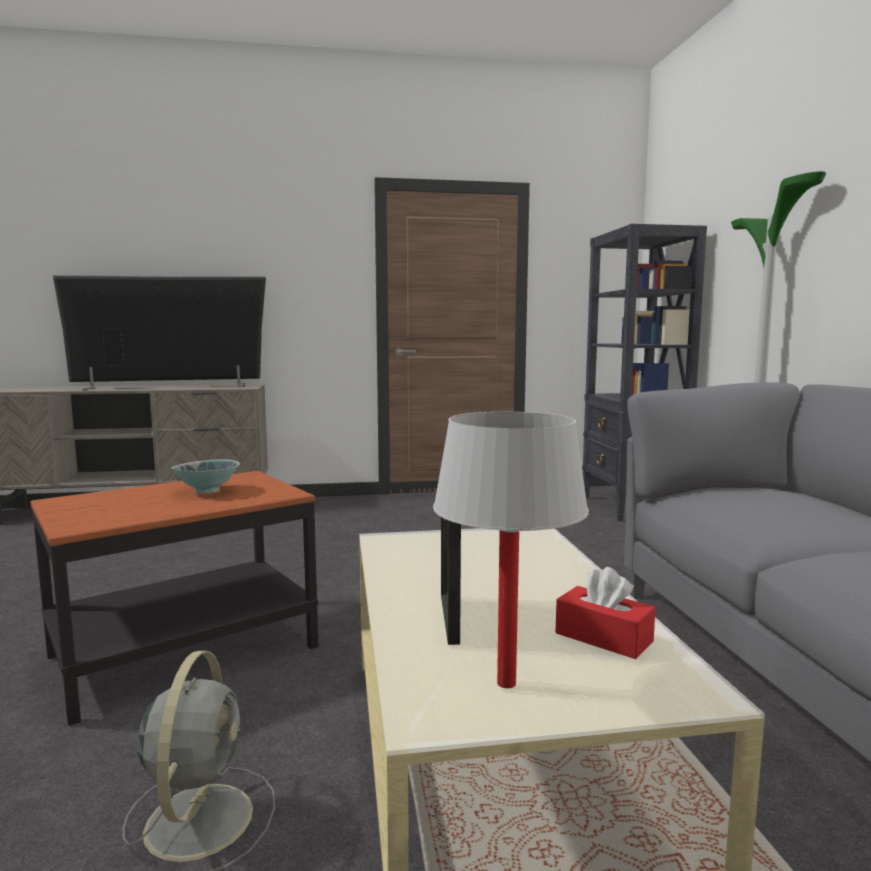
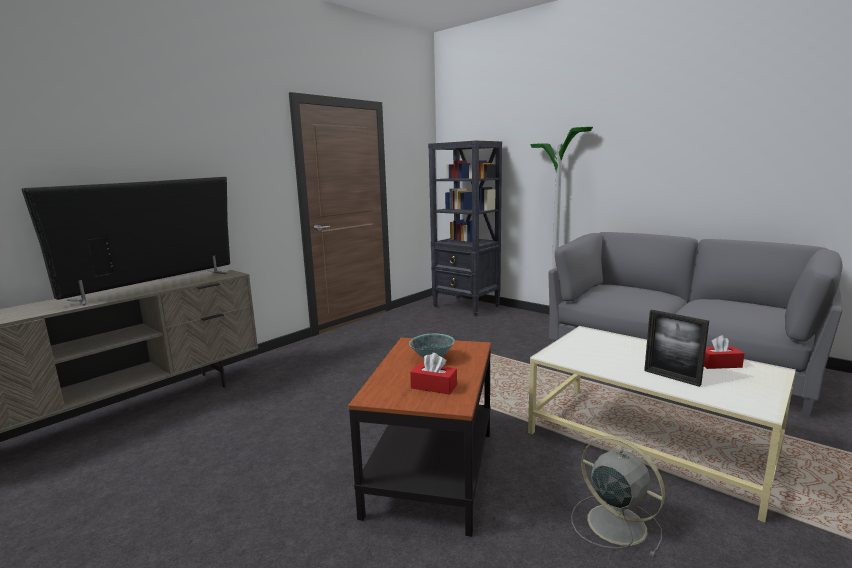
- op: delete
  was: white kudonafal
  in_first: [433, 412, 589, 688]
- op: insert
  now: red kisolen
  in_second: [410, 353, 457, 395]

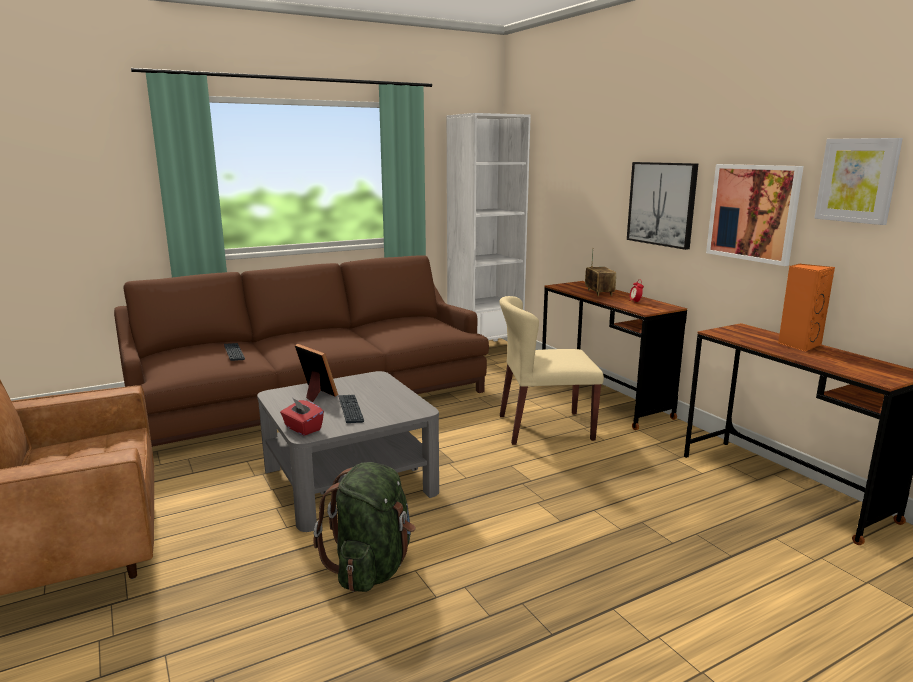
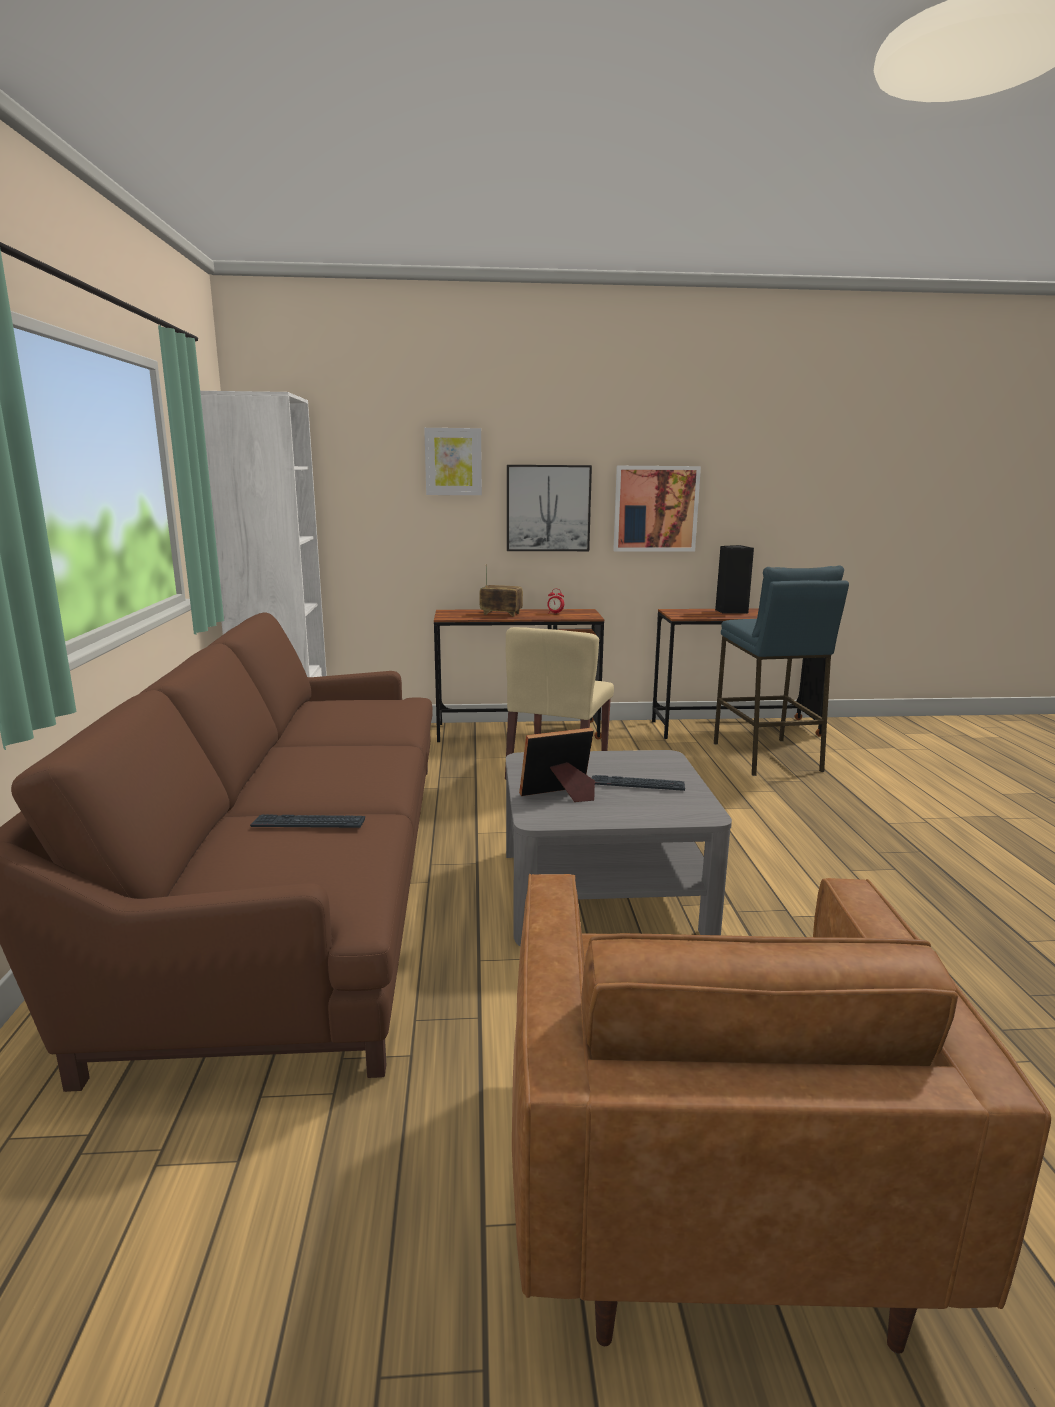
- op: move
  was: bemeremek
  in_first: [815, 138, 903, 225]
  in_second: [424, 428, 482, 495]
- op: recolor
  was: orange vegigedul
  now: black vegigedul
  in_first: [778, 264, 835, 352]
  in_second: [715, 545, 754, 614]
- op: delete
  was: red kisolen
  in_first: [280, 398, 324, 436]
- op: delete
  was: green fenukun
  in_first: [313, 462, 415, 592]
- op: insert
  now: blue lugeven
  in_second: [714, 566, 849, 776]

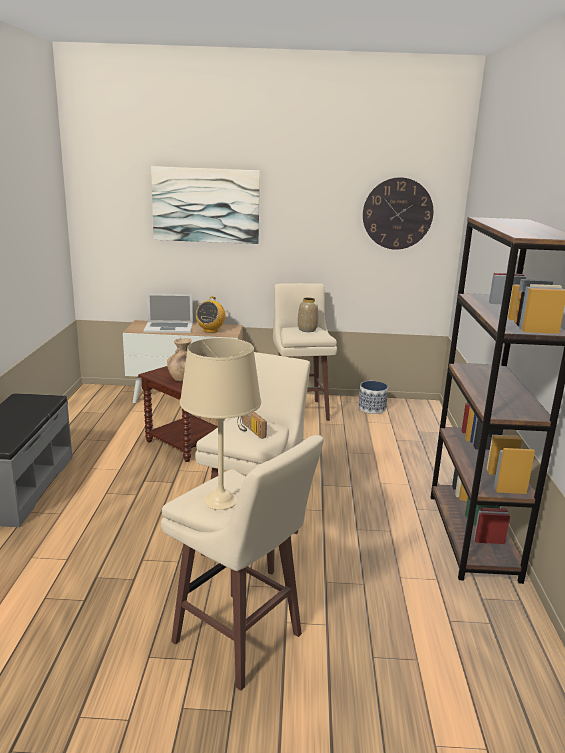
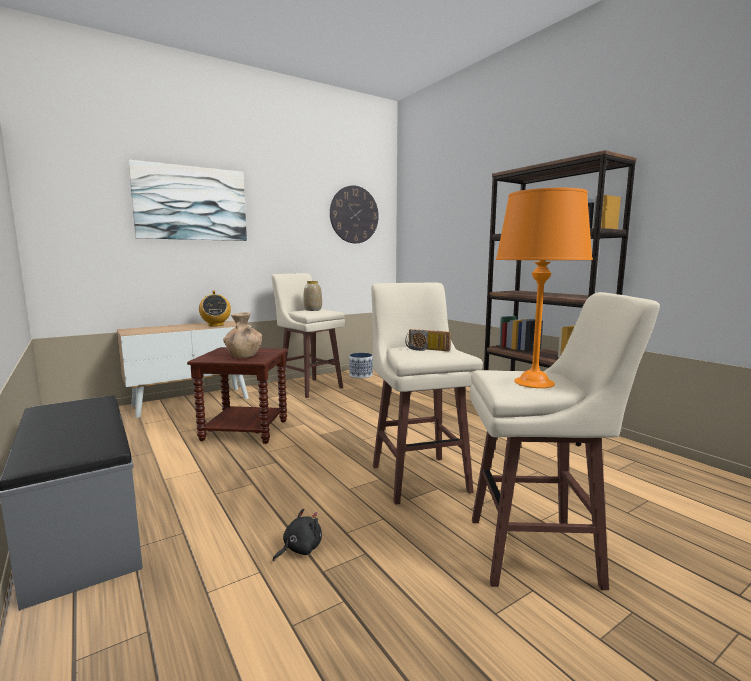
- op: delete
  was: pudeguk
  in_first: [144, 294, 193, 333]
- op: recolor
  was: beige kudonafal
  now: orange kudonafal
  in_first: [180, 338, 261, 510]
  in_second: [496, 188, 593, 388]
- op: insert
  now: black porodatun
  in_second: [273, 509, 322, 561]

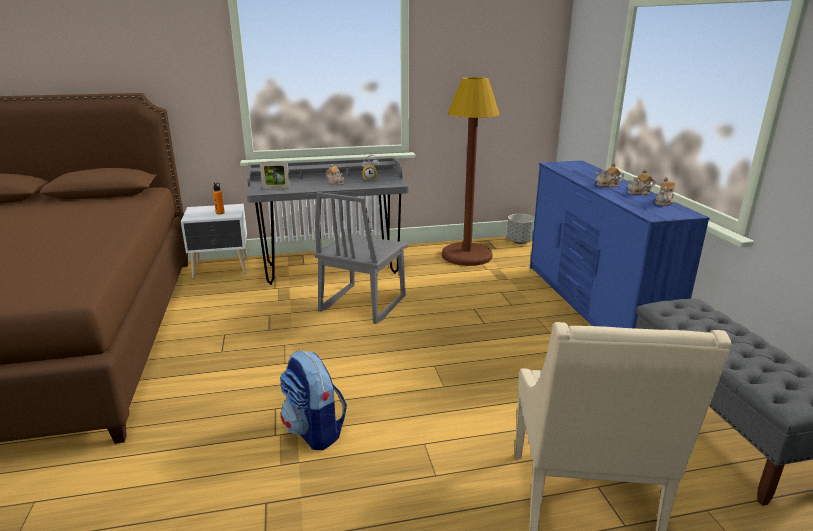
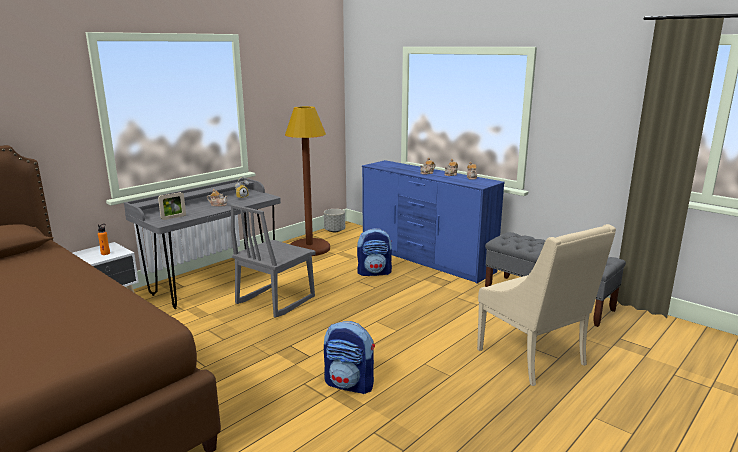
- op: rotate
  was: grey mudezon
  in_first: [315, 192, 408, 324]
  in_second: [231, 204, 316, 318]
  clockwise: 45
- op: insert
  now: fenukun
  in_second: [357, 228, 392, 276]

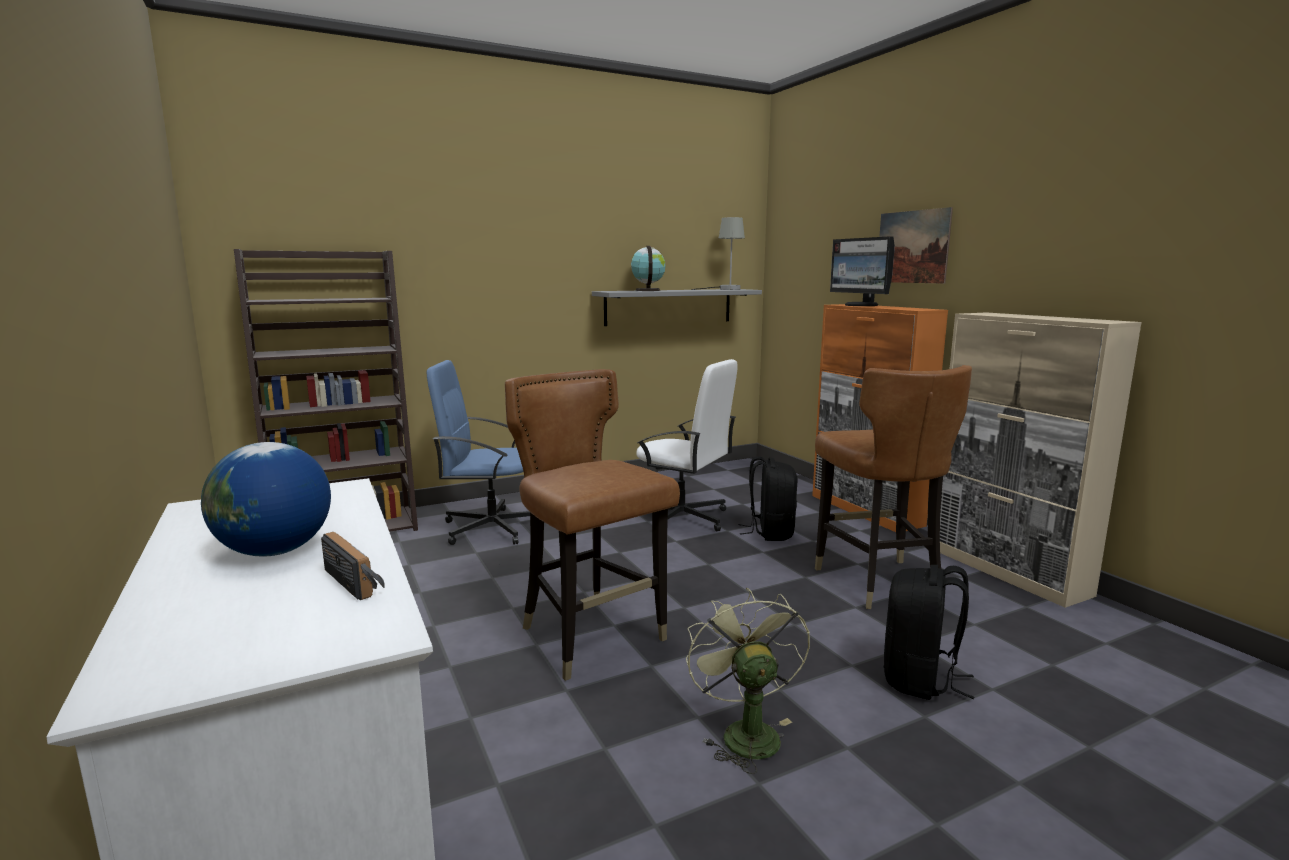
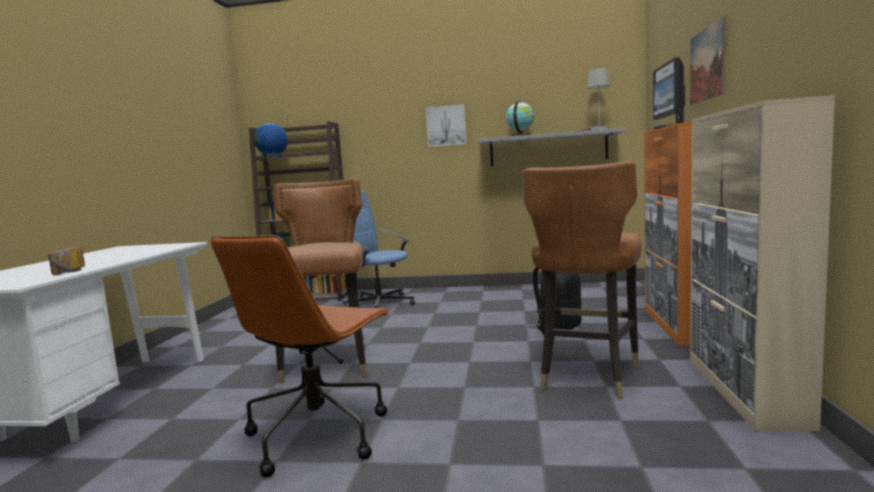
- op: delete
  was: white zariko
  in_first: [636, 359, 738, 531]
- op: move
  was: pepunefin
  in_first: [201, 442, 331, 557]
  in_second: [254, 123, 288, 156]
- op: delete
  was: black fenukun
  in_first: [884, 565, 974, 700]
- op: replace
  was: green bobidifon
  now: brown zariko
  in_first: [686, 588, 810, 774]
  in_second: [211, 235, 390, 477]
- op: insert
  now: bemeremek
  in_second: [426, 104, 467, 147]

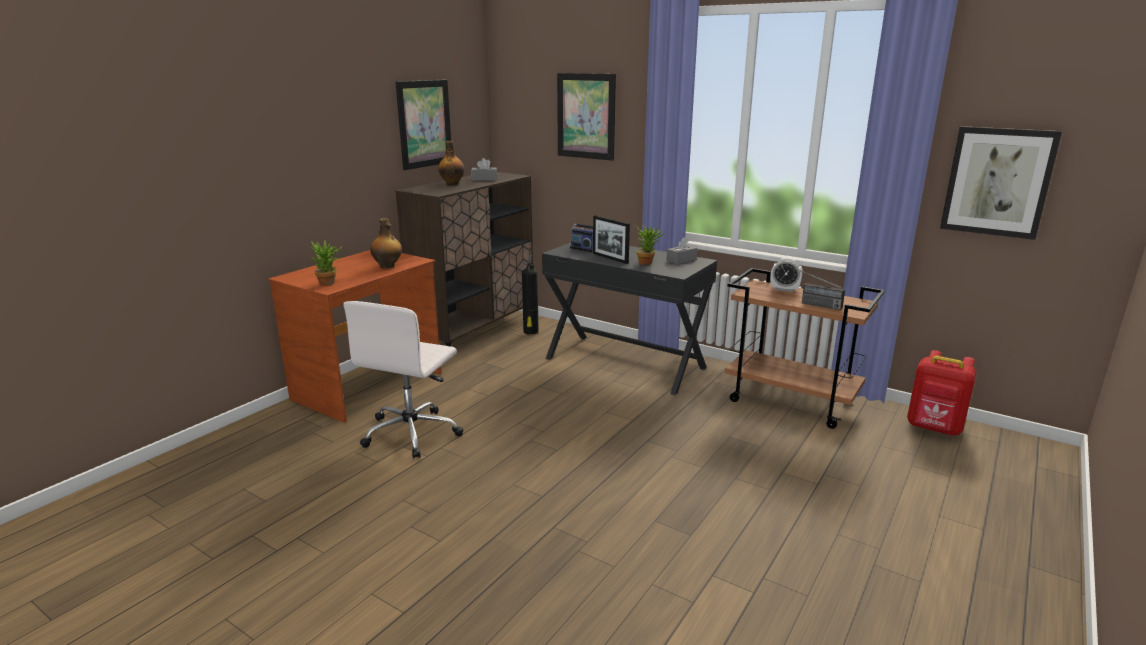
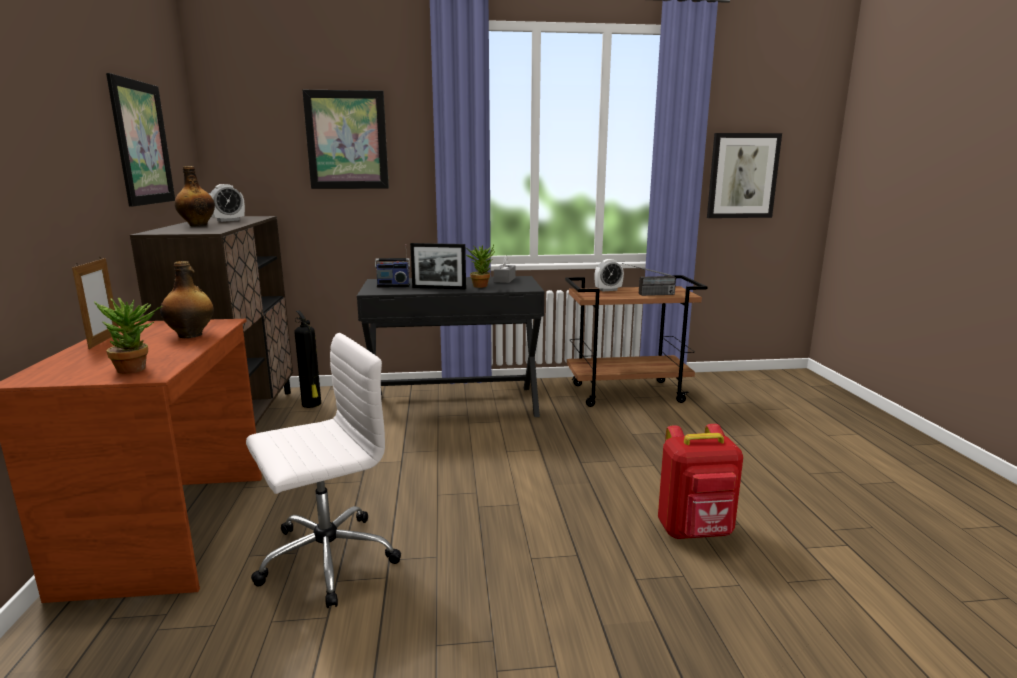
- op: replace
  was: grey kisolen
  now: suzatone
  in_first: [471, 158, 497, 181]
  in_second: [209, 184, 245, 222]
- op: rotate
  was: white zariko
  in_first: [343, 301, 463, 458]
  in_second: [246, 333, 401, 608]
  clockwise: -105
- op: move
  was: red fenukun
  in_first: [907, 350, 976, 436]
  in_second: [658, 424, 743, 539]
- op: insert
  now: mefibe
  in_second: [72, 257, 120, 349]

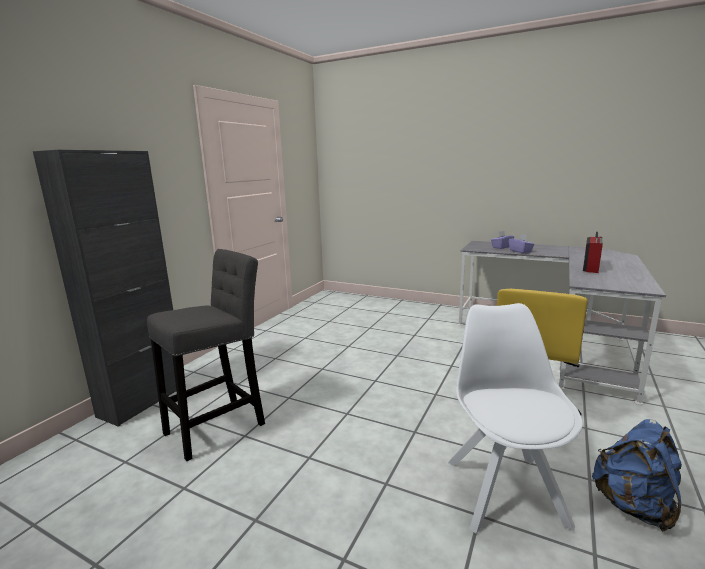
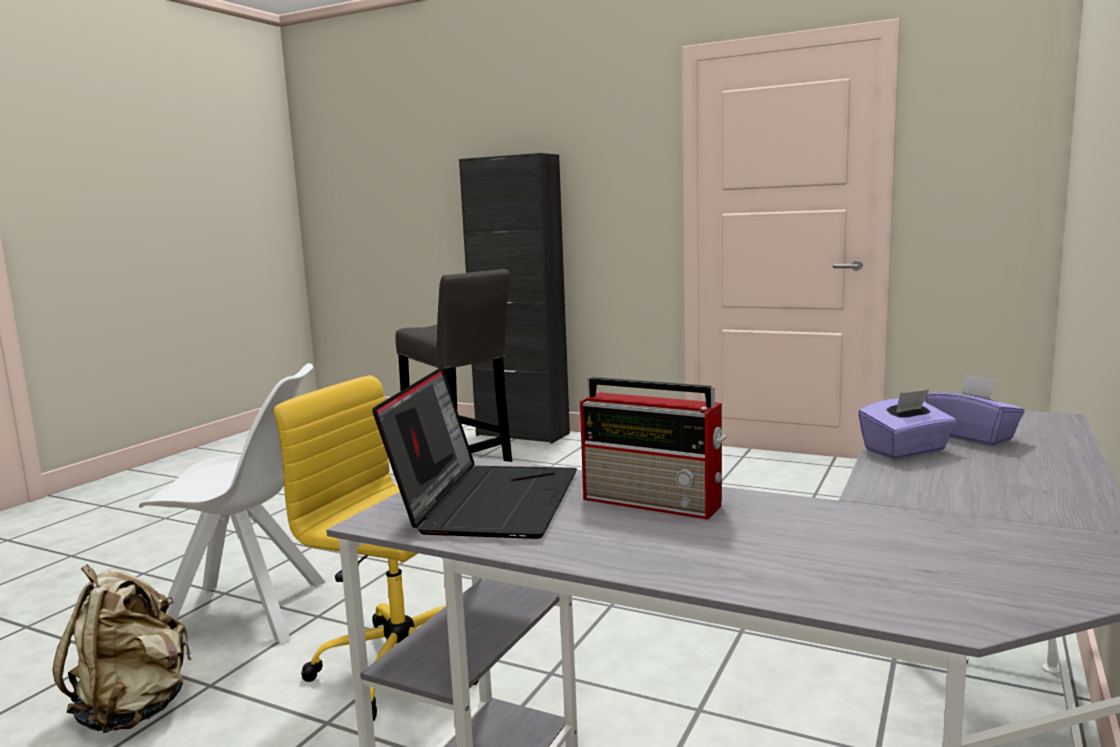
- op: recolor
  was: blue fenukun
  now: beige fenukun
  in_first: [592, 419, 682, 532]
  in_second: [52, 564, 191, 733]
- op: insert
  now: pudeguk
  in_second: [372, 367, 577, 539]

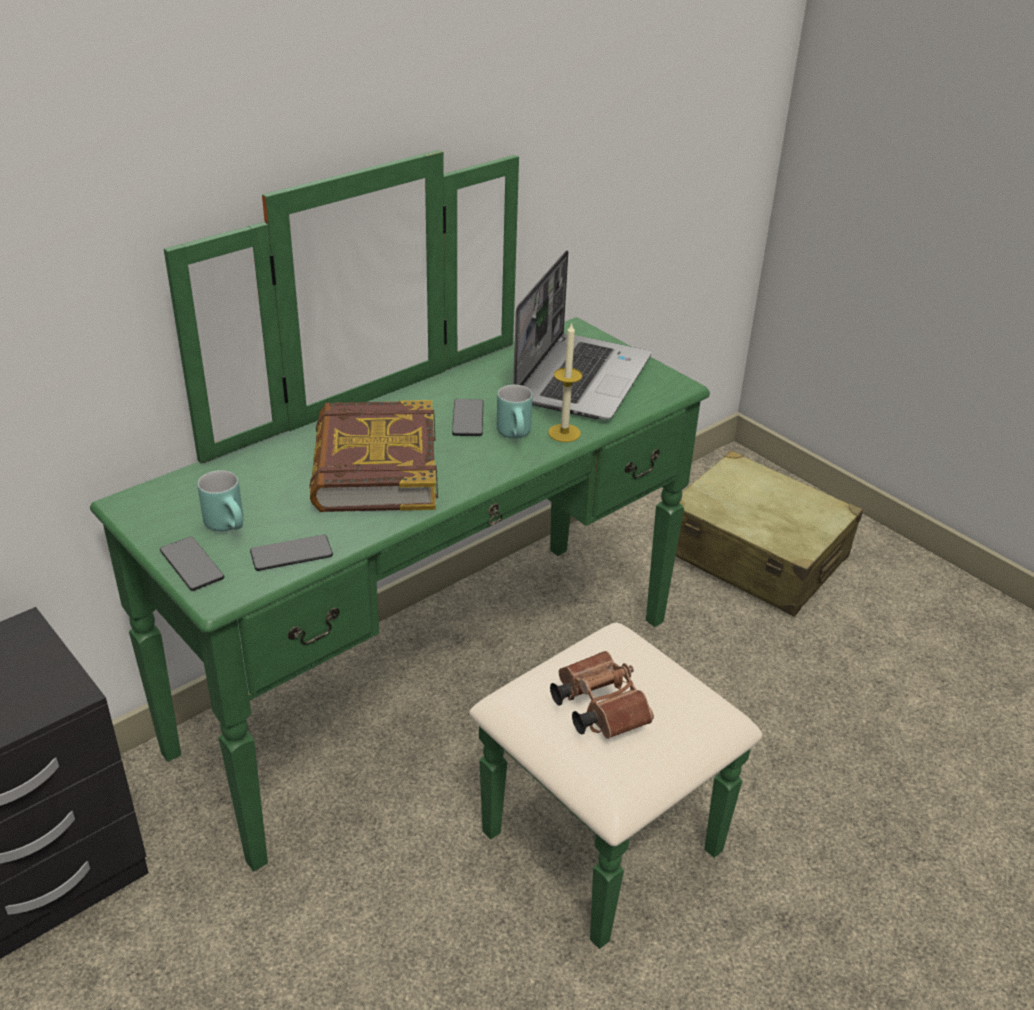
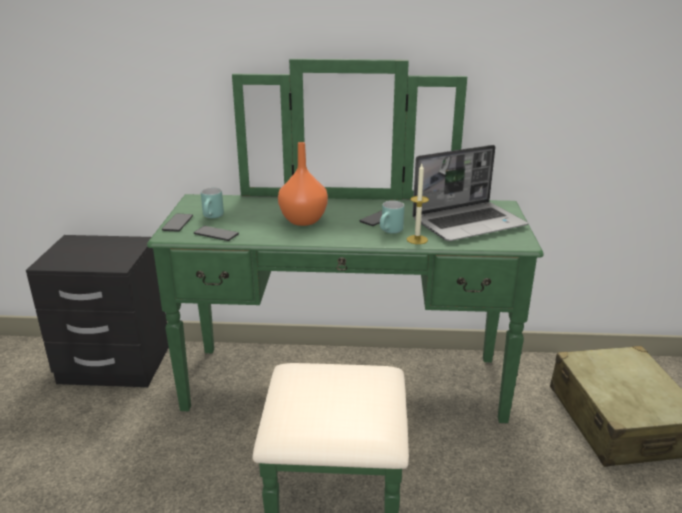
- op: replace
  was: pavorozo
  now: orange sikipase
  in_first: [310, 400, 438, 512]
  in_second: [278, 142, 328, 226]
- op: delete
  was: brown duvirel
  in_first: [550, 651, 654, 739]

